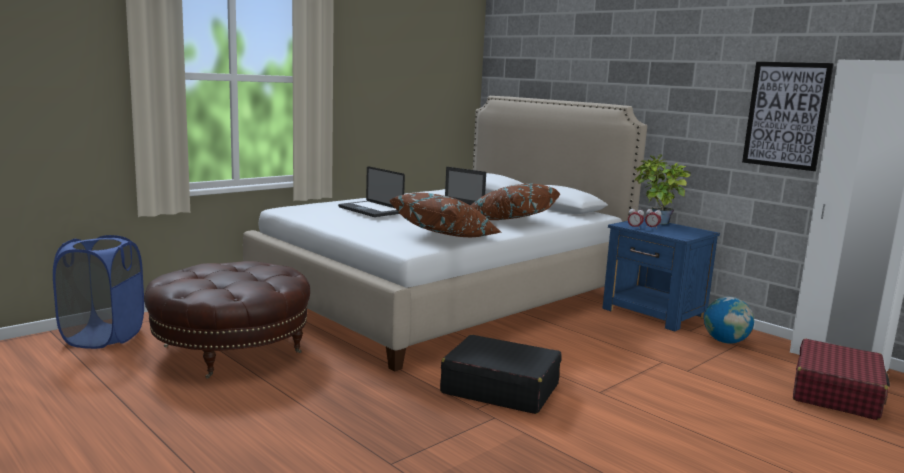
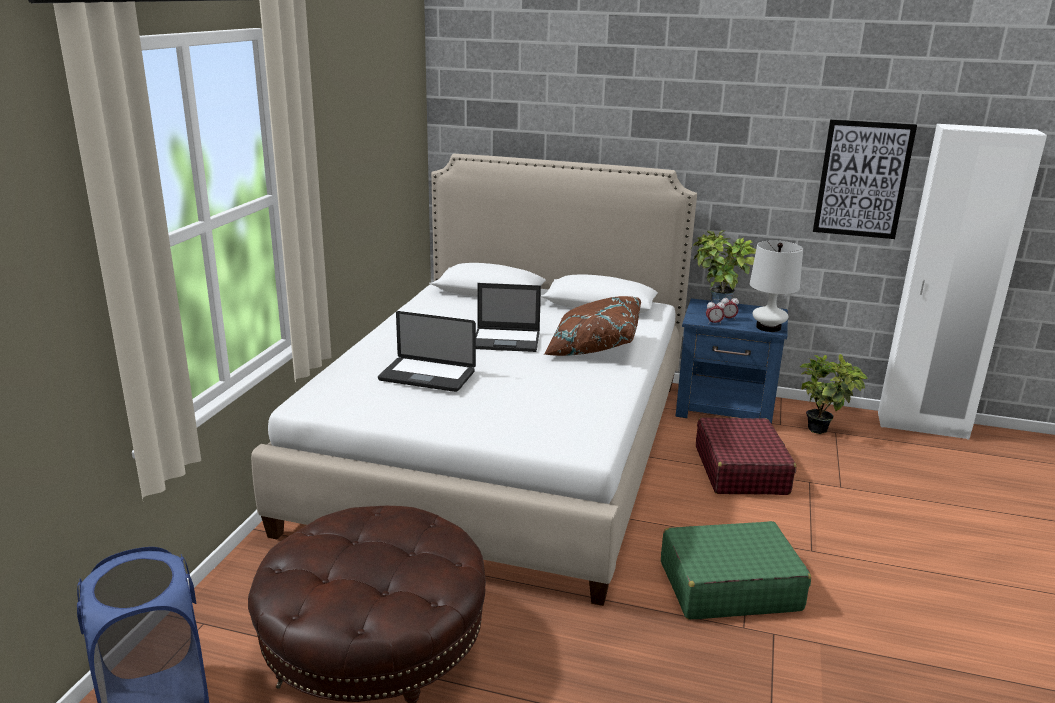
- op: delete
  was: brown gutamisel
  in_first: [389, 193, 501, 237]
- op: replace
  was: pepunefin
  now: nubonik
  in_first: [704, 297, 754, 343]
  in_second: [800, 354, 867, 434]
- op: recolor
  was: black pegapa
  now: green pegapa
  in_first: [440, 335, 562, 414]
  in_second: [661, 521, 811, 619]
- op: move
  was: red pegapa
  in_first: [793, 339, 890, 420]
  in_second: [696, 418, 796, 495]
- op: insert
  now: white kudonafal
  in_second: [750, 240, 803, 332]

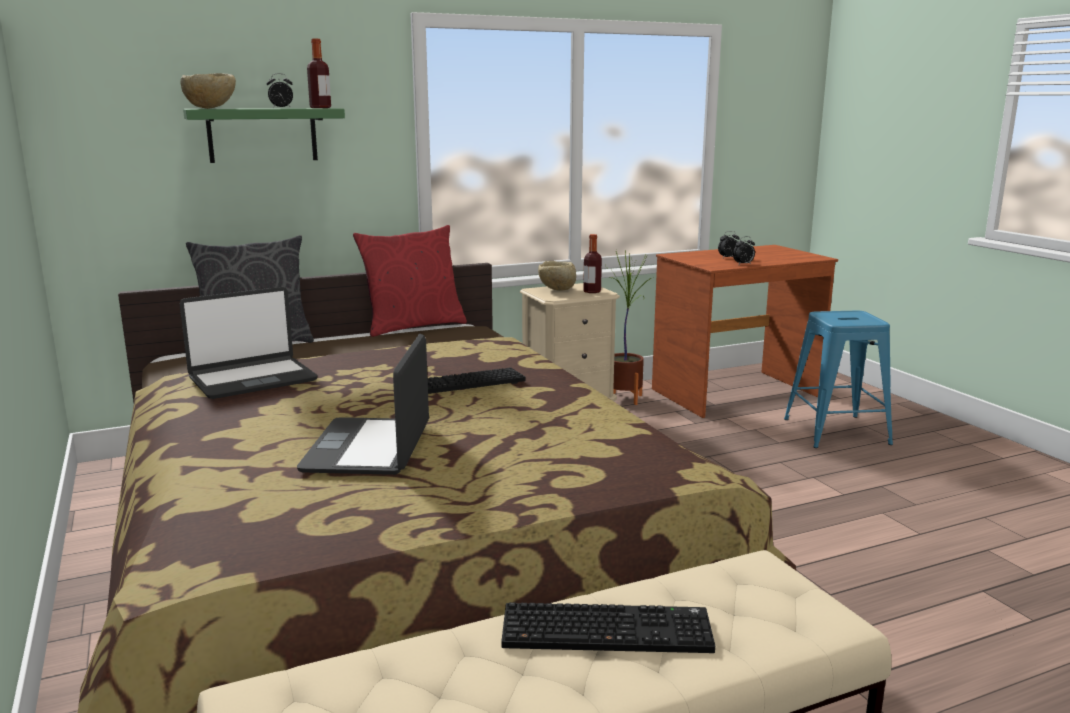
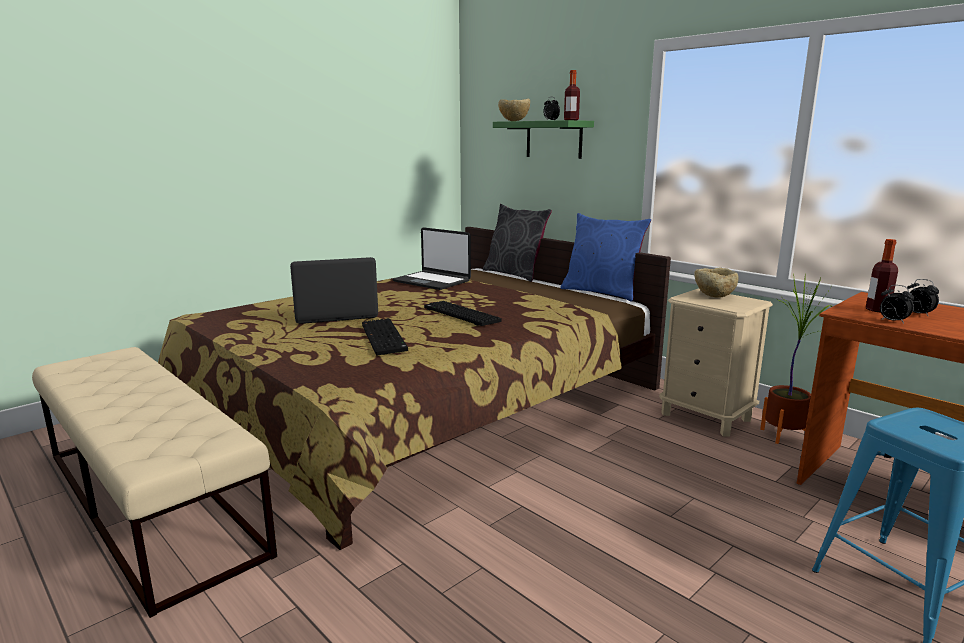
- op: recolor
  was: red gutamisel
  now: blue gutamisel
  in_first: [353, 225, 467, 337]
  in_second: [560, 213, 651, 301]
- op: move
  was: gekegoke
  in_first: [583, 234, 602, 293]
  in_second: [866, 239, 898, 313]
- op: move
  was: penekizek
  in_first: [502, 602, 715, 653]
  in_second: [362, 318, 408, 356]

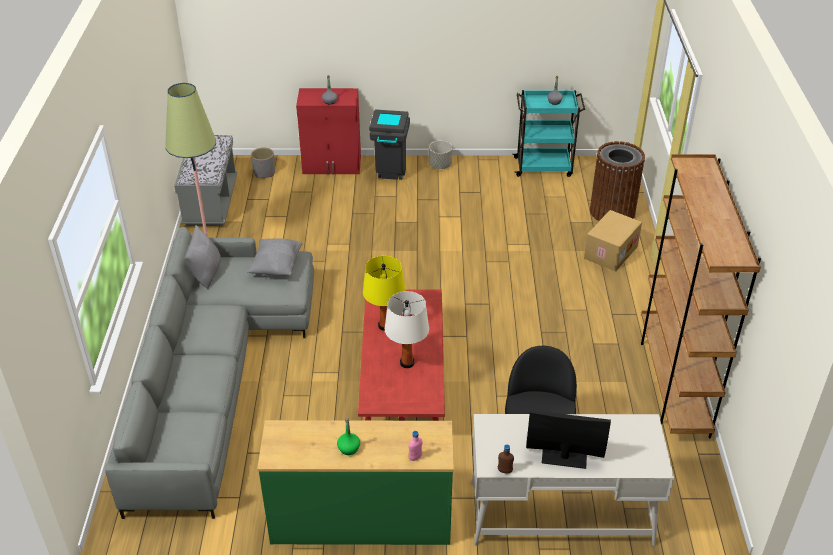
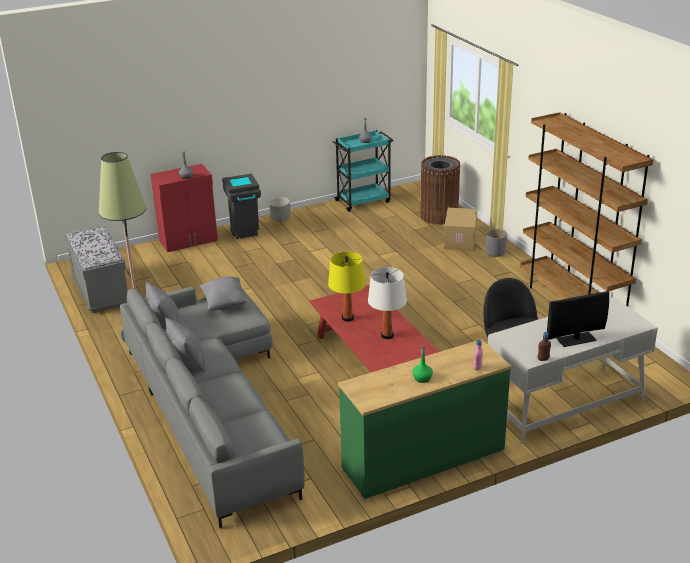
- op: move
  was: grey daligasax
  in_first: [251, 148, 275, 178]
  in_second: [485, 229, 507, 258]
- op: insert
  now: grey gutamisel
  in_second: [165, 318, 205, 372]

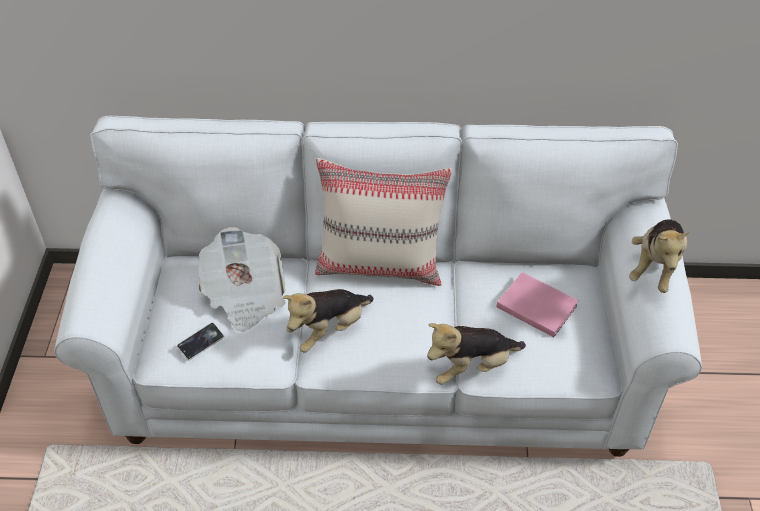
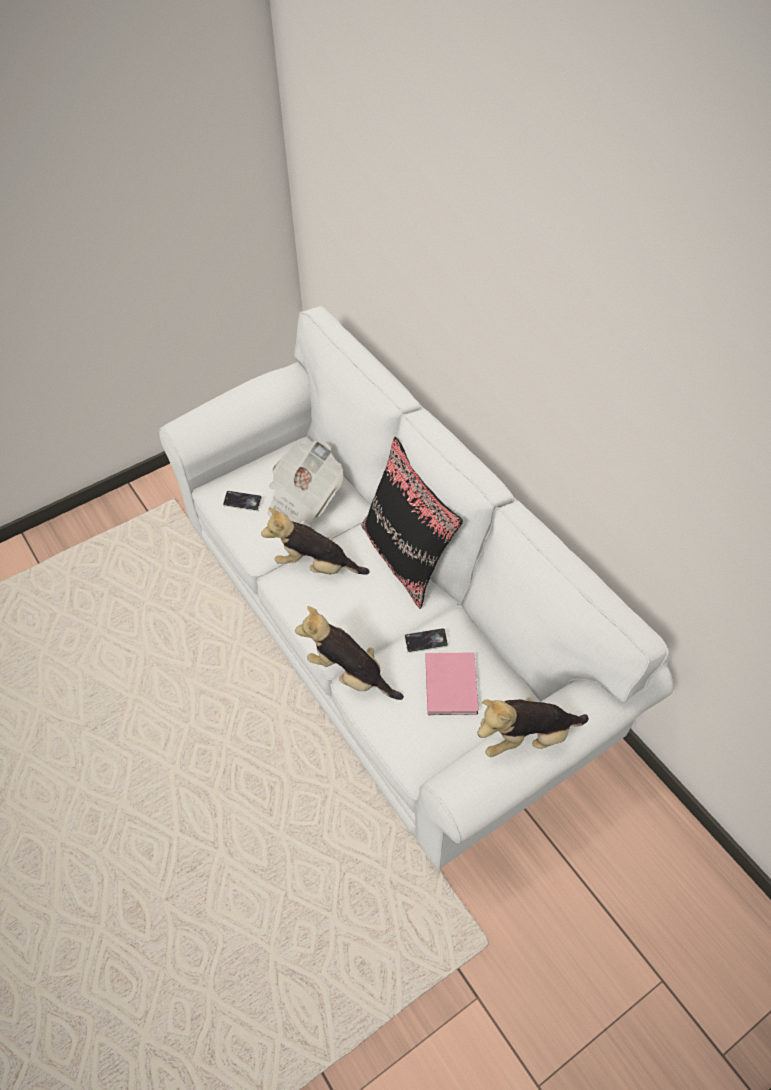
- op: recolor
  was: beige gutamisel
  now: black gutamisel
  in_first: [315, 158, 452, 286]
  in_second: [361, 437, 463, 609]
- op: insert
  now: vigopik
  in_second: [404, 628, 448, 653]

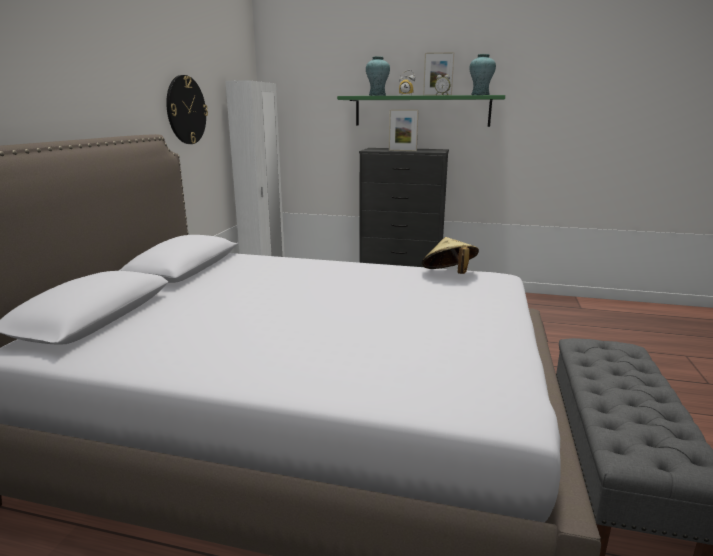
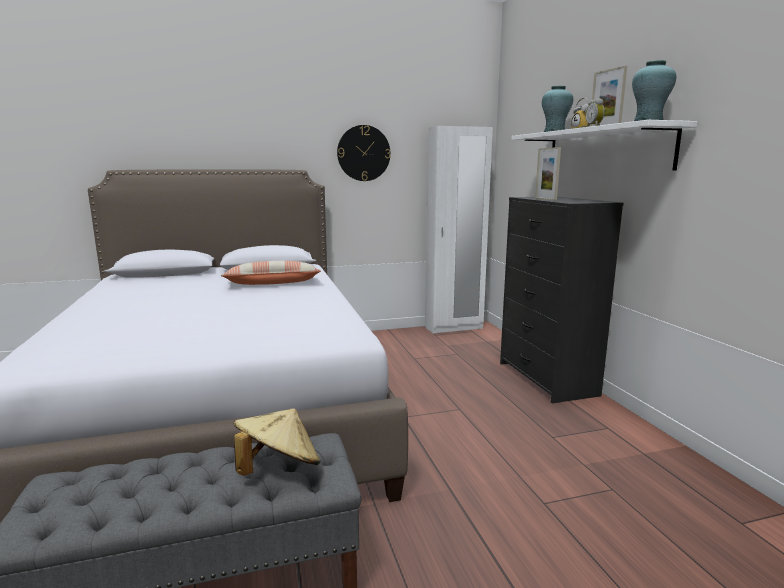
- op: recolor
  was: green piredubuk
  now: white piredubuk
  in_first: [337, 95, 505, 127]
  in_second: [511, 120, 697, 171]
- op: move
  was: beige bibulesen
  in_first: [422, 237, 479, 274]
  in_second: [233, 408, 321, 476]
- op: insert
  now: gutamisel
  in_second: [221, 261, 321, 285]

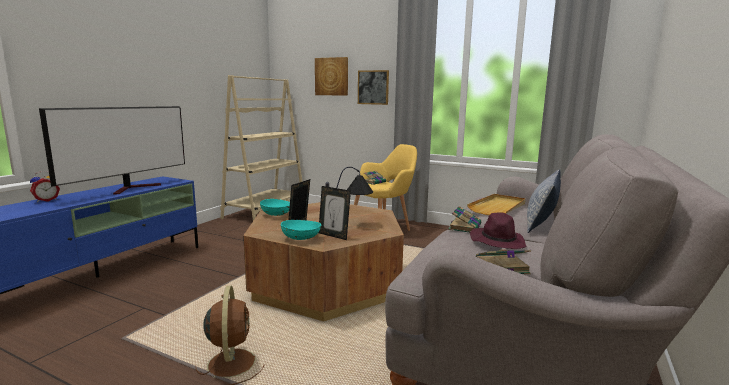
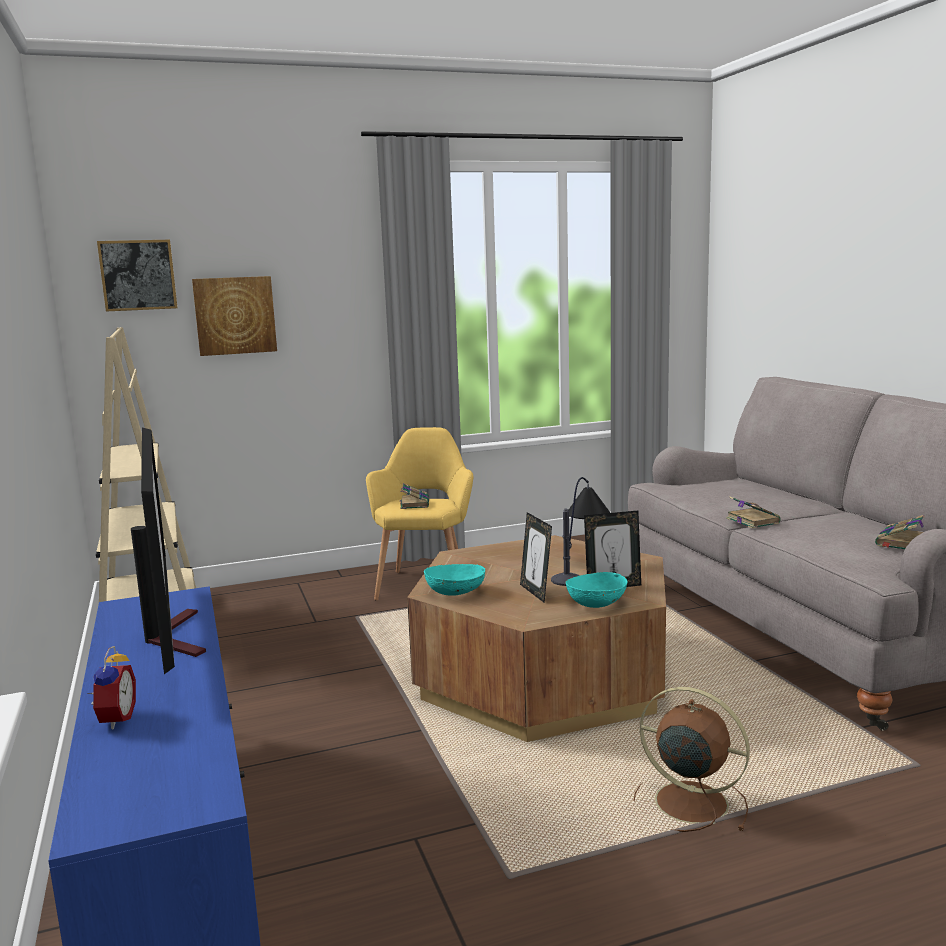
- op: move
  was: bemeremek
  in_first: [358, 70, 389, 105]
  in_second: [97, 240, 177, 312]
- op: delete
  was: gutamisel
  in_first: [527, 169, 561, 233]
- op: delete
  was: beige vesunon
  in_first: [467, 194, 526, 215]
- op: delete
  was: purple bibulesen
  in_first: [470, 212, 527, 249]

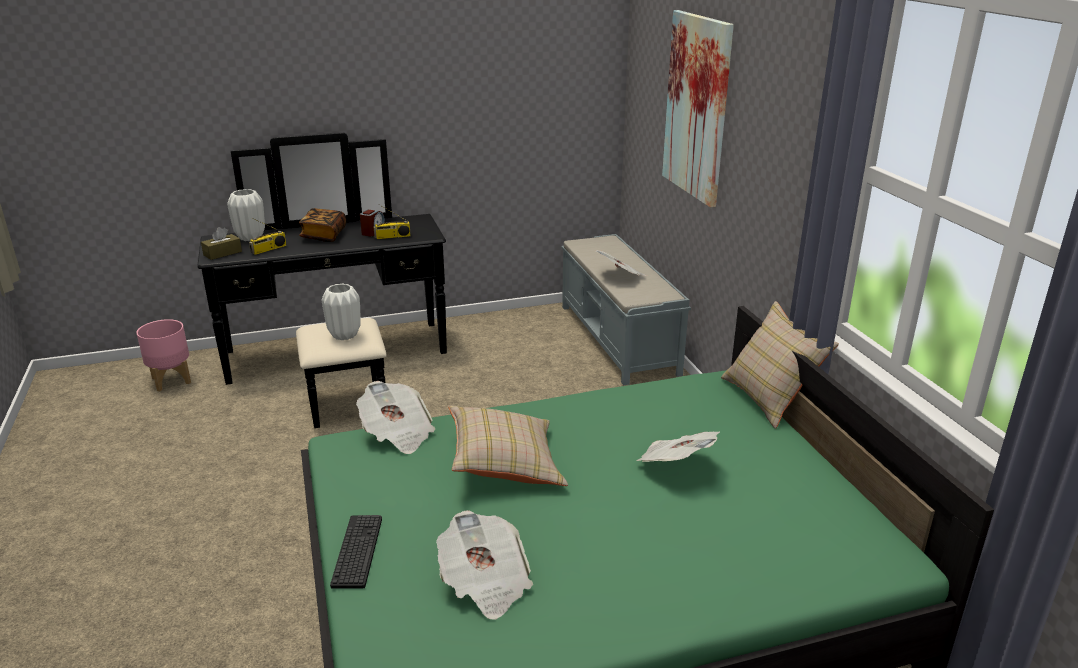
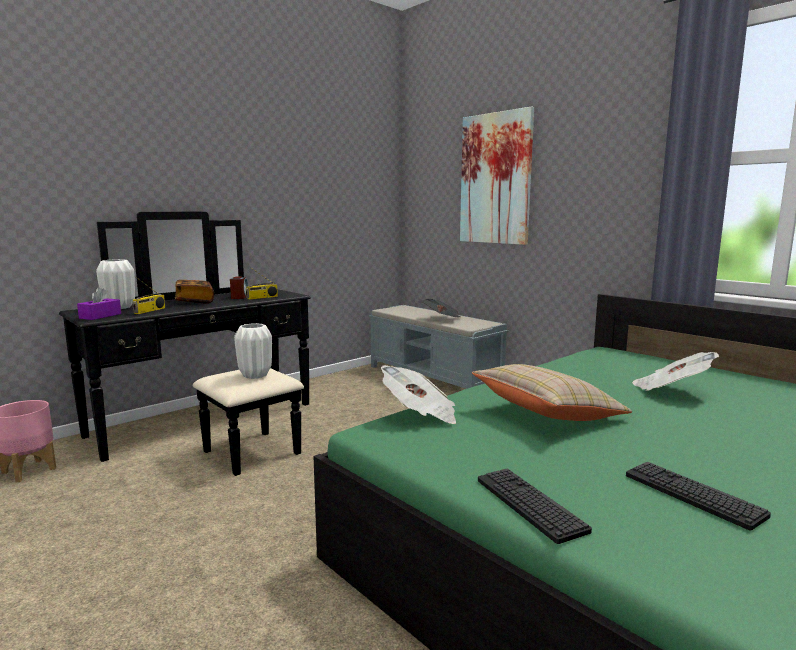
- op: recolor
  was: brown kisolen
  now: purple kisolen
  in_first: [201, 227, 242, 260]
  in_second: [77, 287, 121, 320]
- op: delete
  was: beige gutamisel
  in_first: [721, 301, 839, 429]
- op: replace
  was: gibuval
  now: penekizek
  in_first: [436, 510, 533, 620]
  in_second: [626, 462, 771, 531]

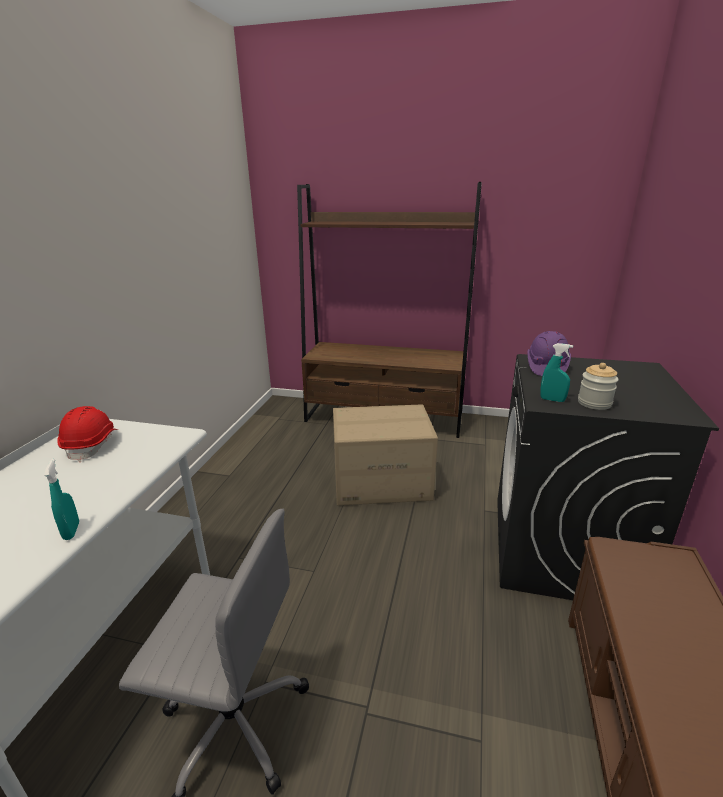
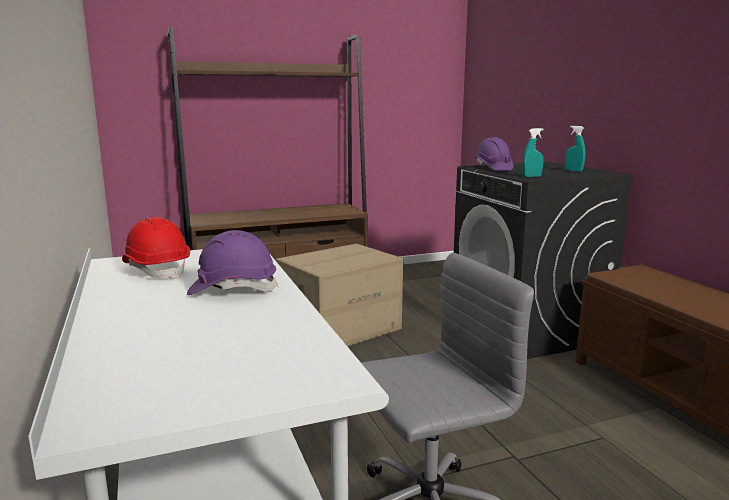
- op: delete
  was: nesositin
  in_first: [578, 363, 618, 410]
- op: move
  was: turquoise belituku
  in_first: [44, 459, 79, 540]
  in_second: [565, 126, 586, 172]
- op: insert
  now: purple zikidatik
  in_second: [187, 230, 278, 295]

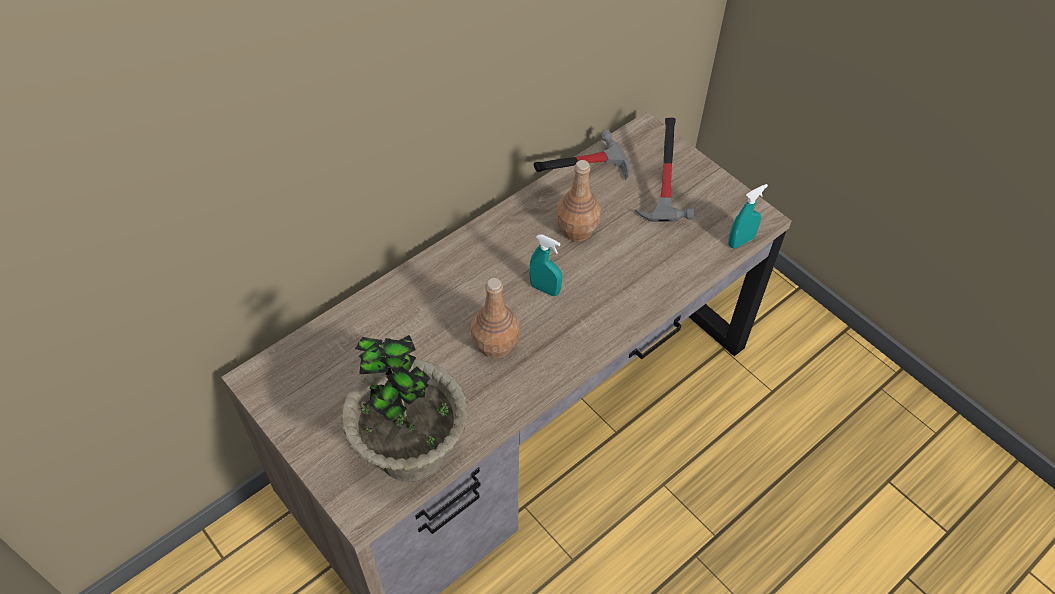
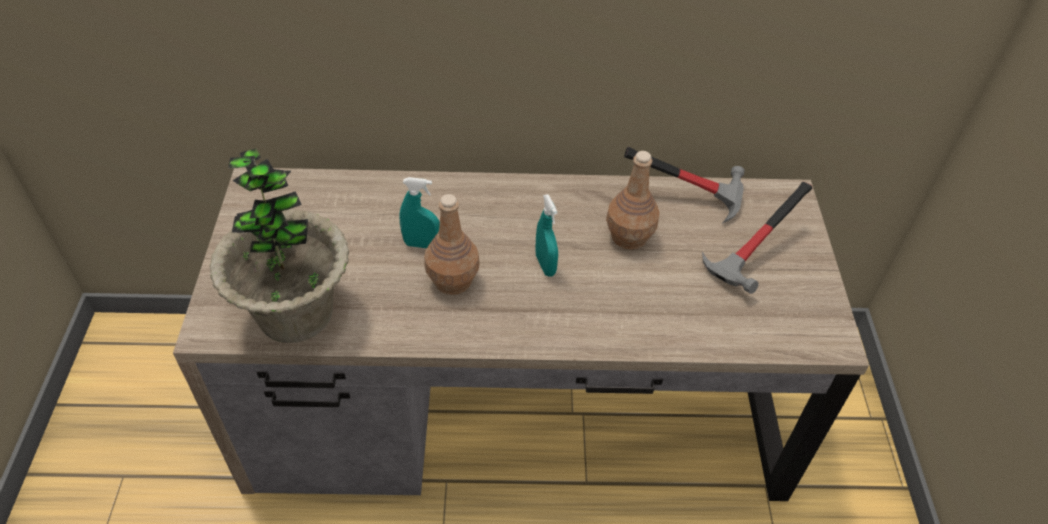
- op: move
  was: turquoise belituku
  in_first: [728, 184, 768, 249]
  in_second: [399, 177, 440, 248]

